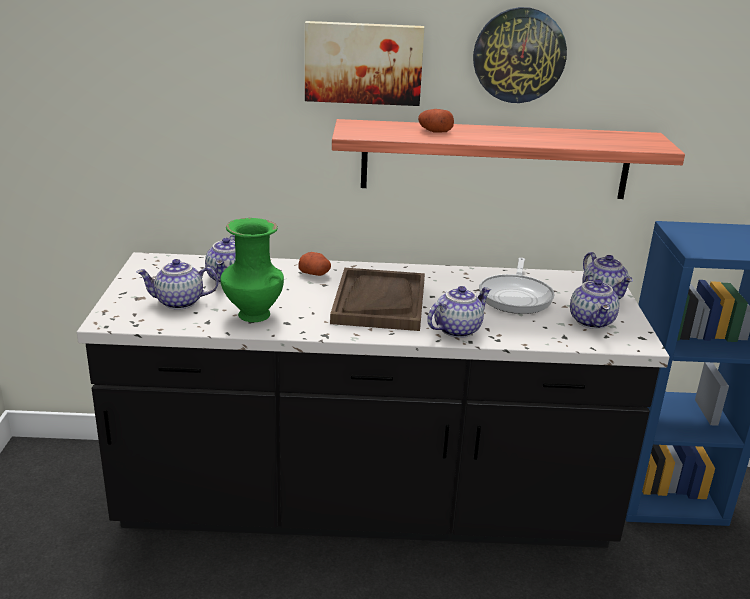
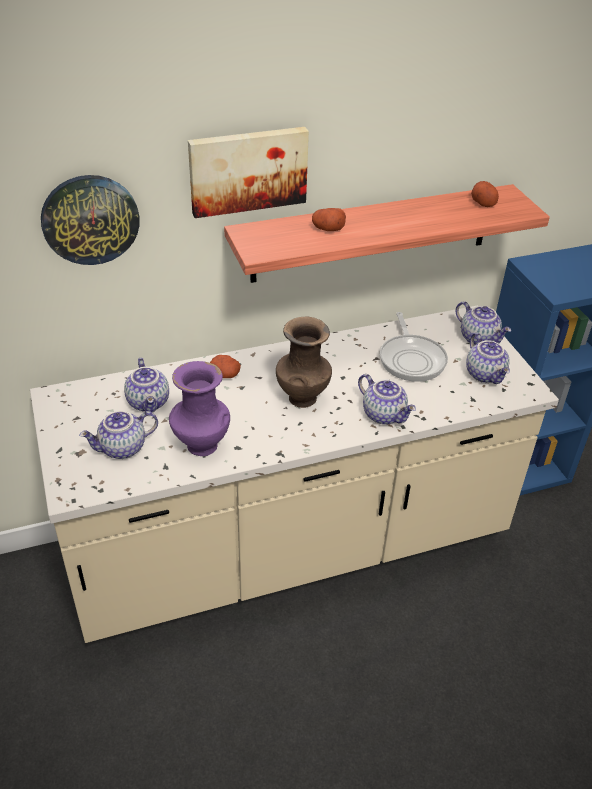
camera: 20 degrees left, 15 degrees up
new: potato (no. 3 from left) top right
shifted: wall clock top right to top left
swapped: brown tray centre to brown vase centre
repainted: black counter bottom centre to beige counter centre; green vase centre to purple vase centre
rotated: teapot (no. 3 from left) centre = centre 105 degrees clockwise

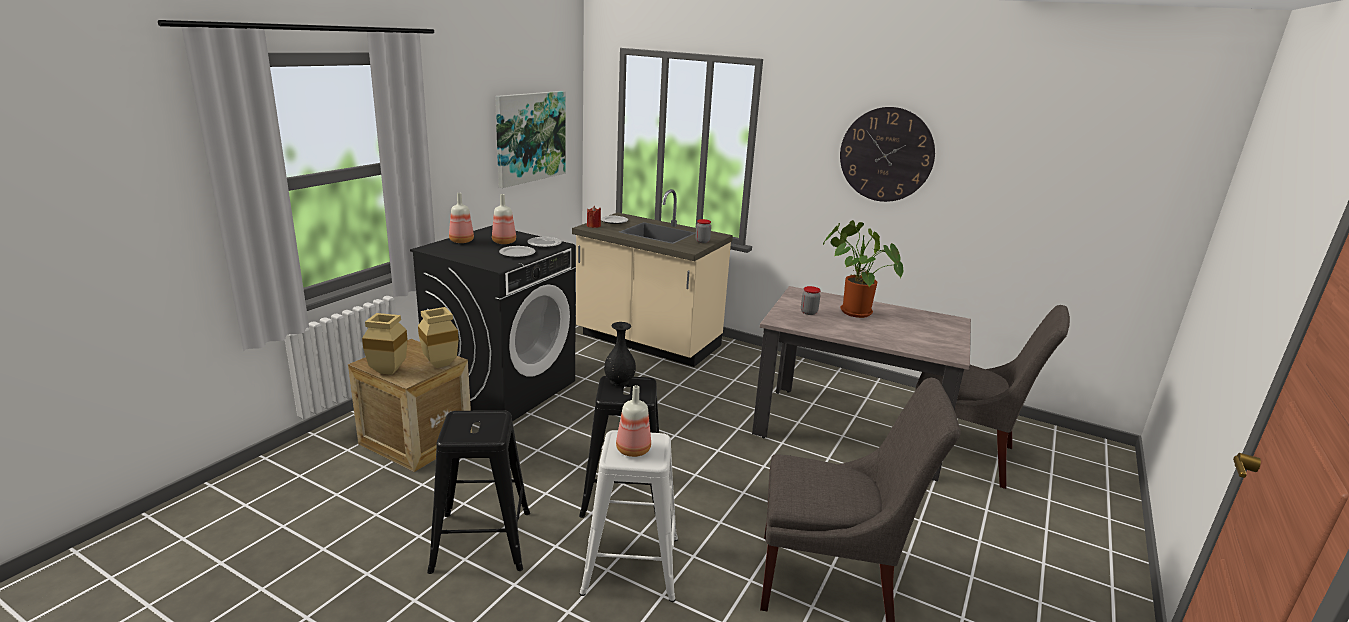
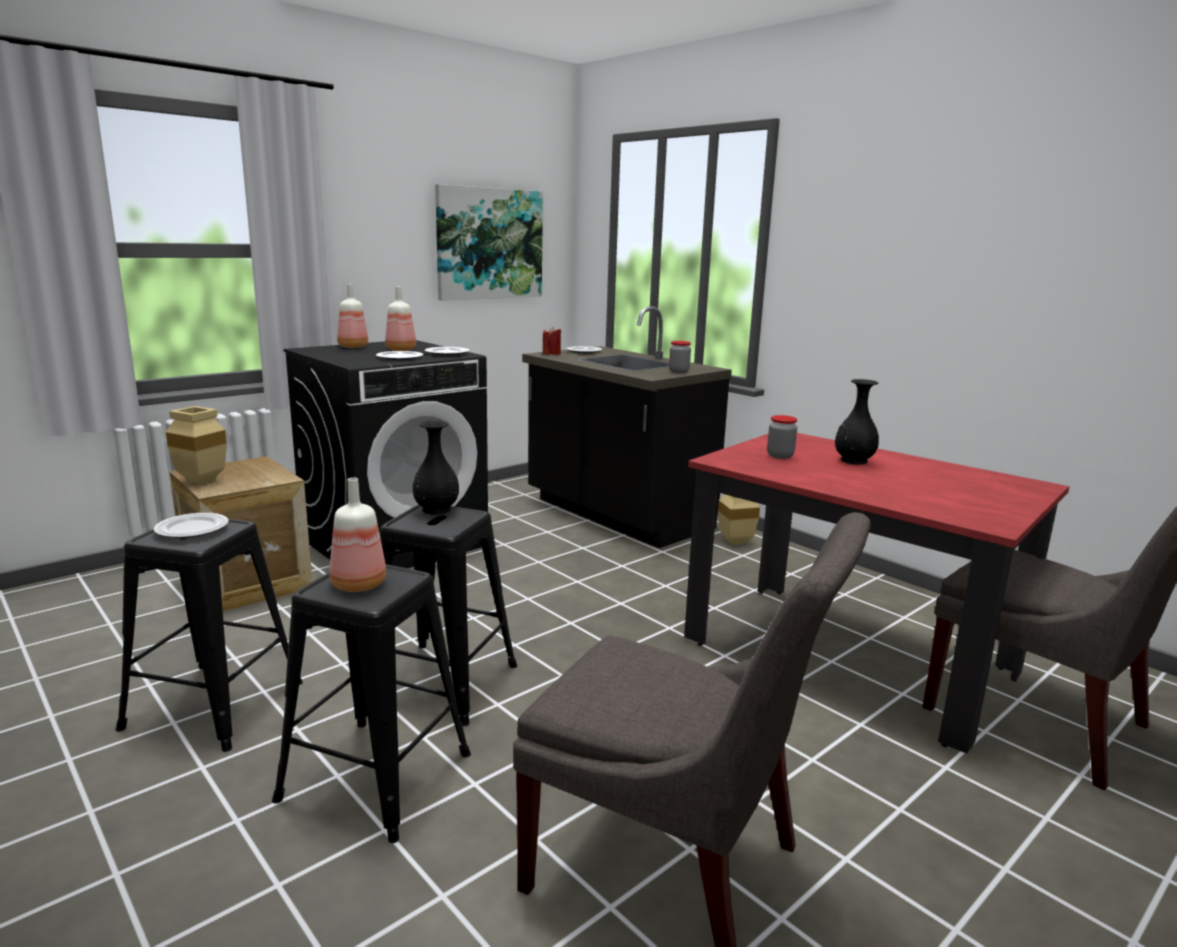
camera: 20 degrees right, 5 degrees down
gone: wall clock top centre
new: plate (no. 1 from left) middle left
shifted: beige vase (no. 2 from left) middle left to centre
swapped: potted plant centre to black vase (no. 2 from left) middle right
repainted: beige counter centre to black counter centre; white stool bottom centre to black stool (no. 2 from left) bottom left; beige dining table centre to red dining table middle right

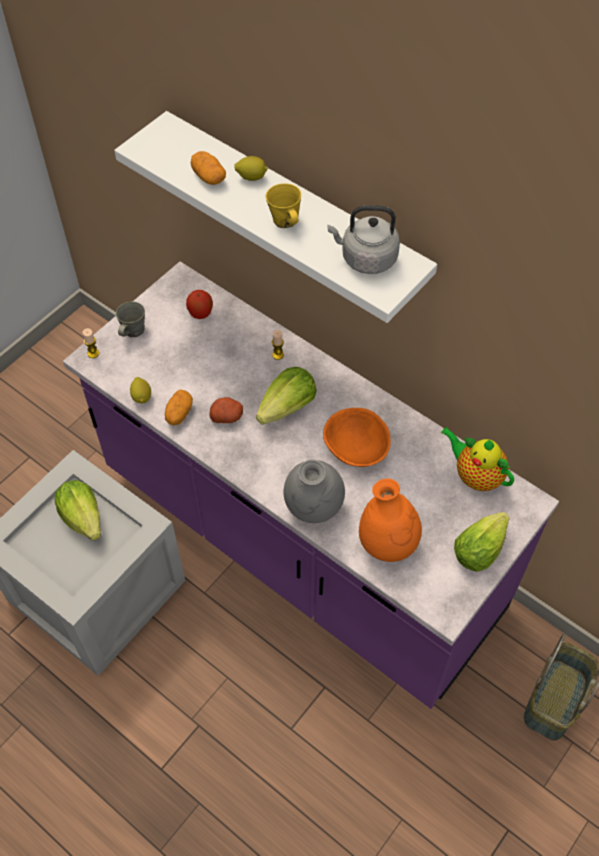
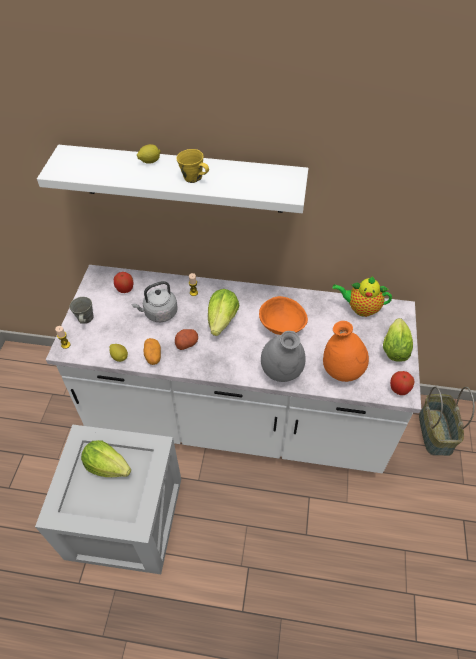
camera: 30 degrees left, 5 degrees down
gone: potato (no. 2 from left) top centre
new: apple (no. 2 from left) middle right
shifted: grey kettle top centre to middle left
repainted: purple counter centre to white counter centre

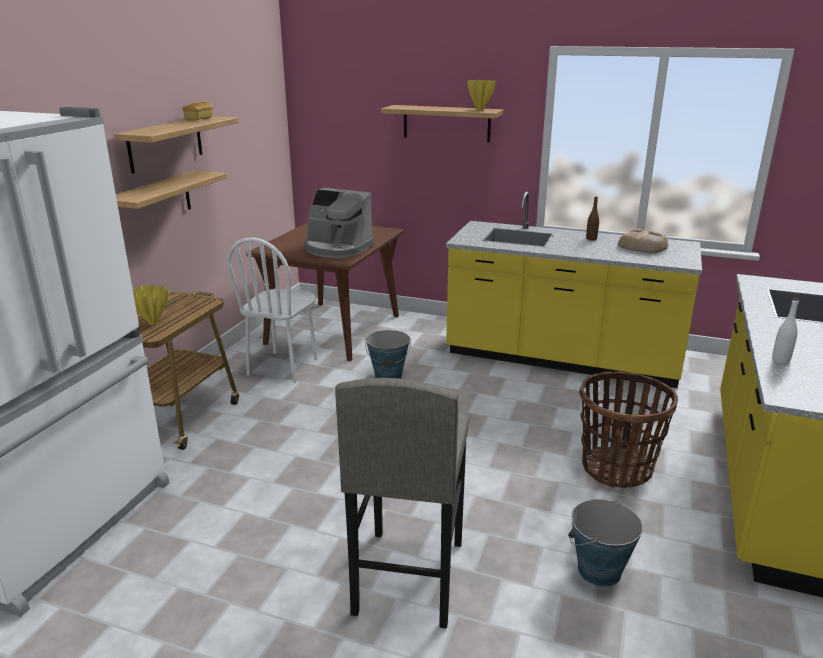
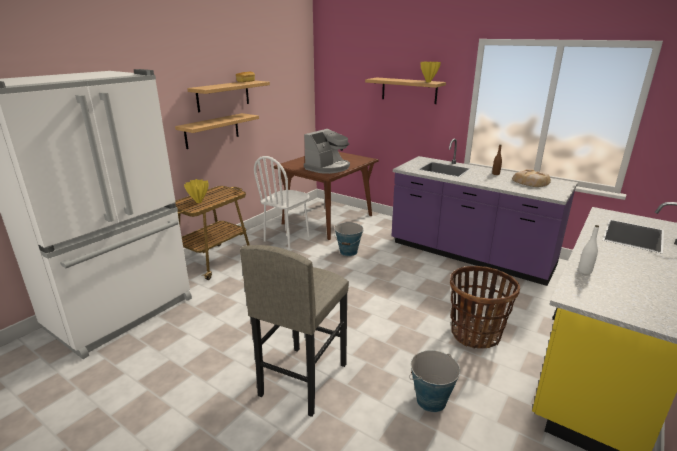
camera: 15 degrees right, 0 degrees up
repainted: yellow counter (no. 1 from left) middle right to purple counter middle right
rotated: coffee machine centre = centre 90 degrees counterclockwise

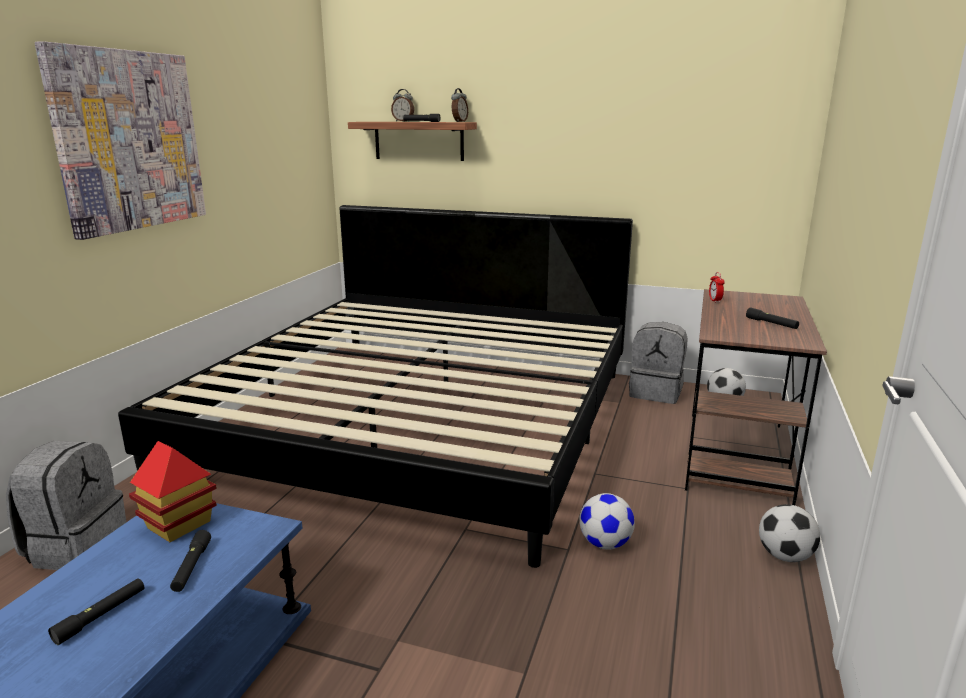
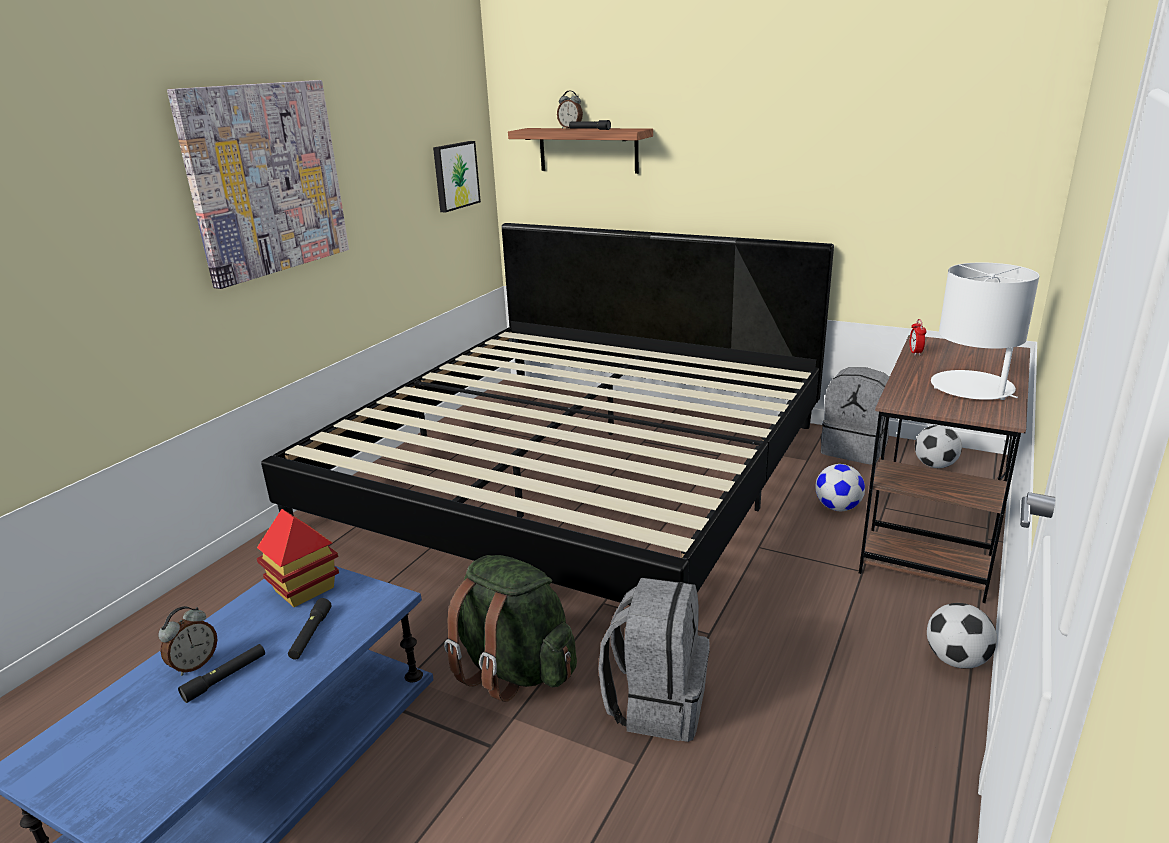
camera: 10 degrees right, 5 degrees up
new: picture (no. 2 from left) top centre; green backpack bottom centre
shifted: grey backpack (no. 1 from left) bottom left to bottom centre; alarm clock (no. 2 from left in the first image) top centre to alarm clock (no. 1 from left) bottom left; football (no. 1 from left) bottom centre to middle right
swapped: black flashlight (no. 4 from left) middle right to white table lamp middle right

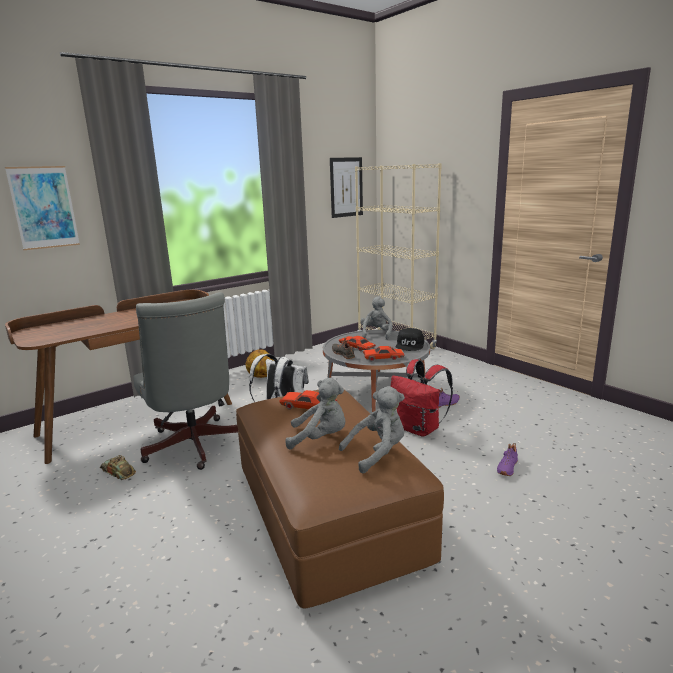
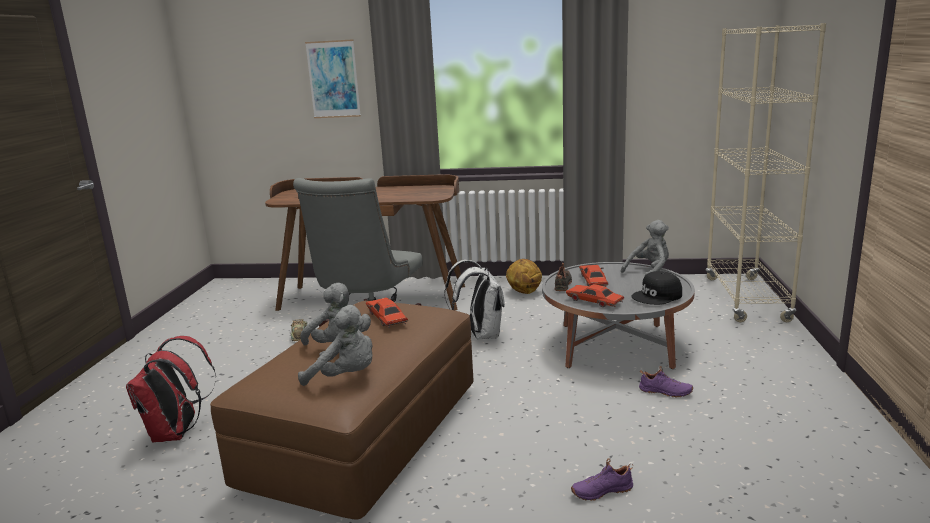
camera: 45 degrees right, 0 degrees up
gone: picture (no. 2 from left) top centre
shifted: red backpack centre to bottom left

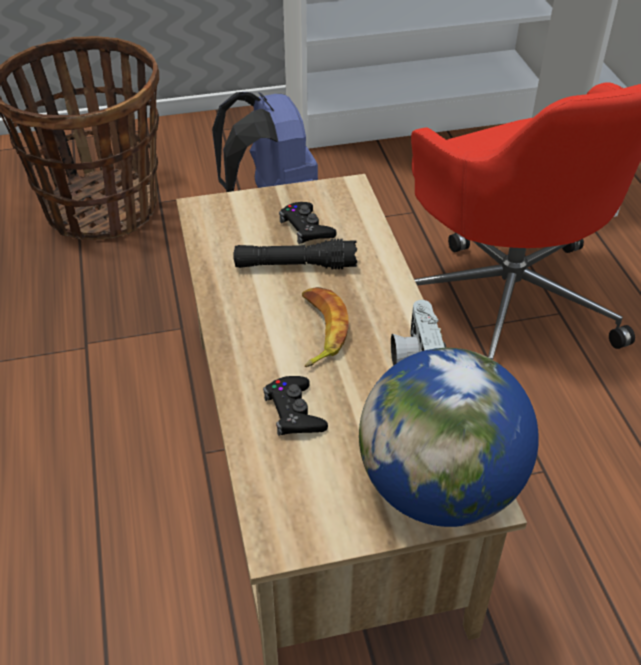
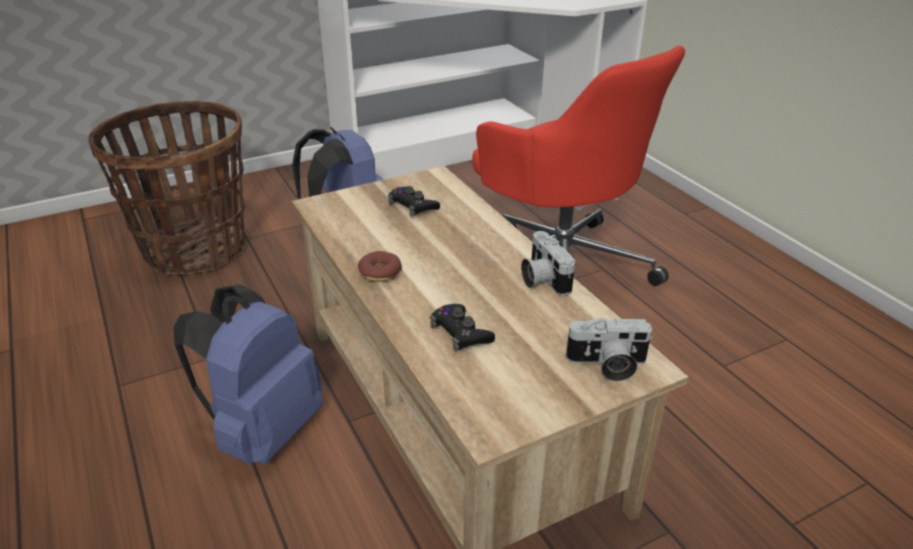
camera: 15 degrees left, 10 degrees down
gone: black flashlight centre; banana centre
new: blue backpack (no. 1 from left) bottom left; donut centre
swapped: globe middle right to photo camera (no. 2 from left) middle right

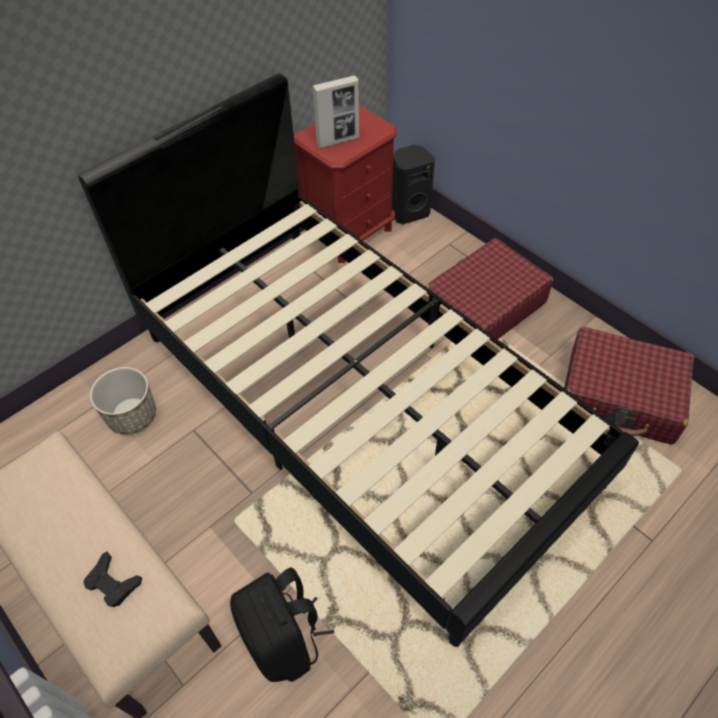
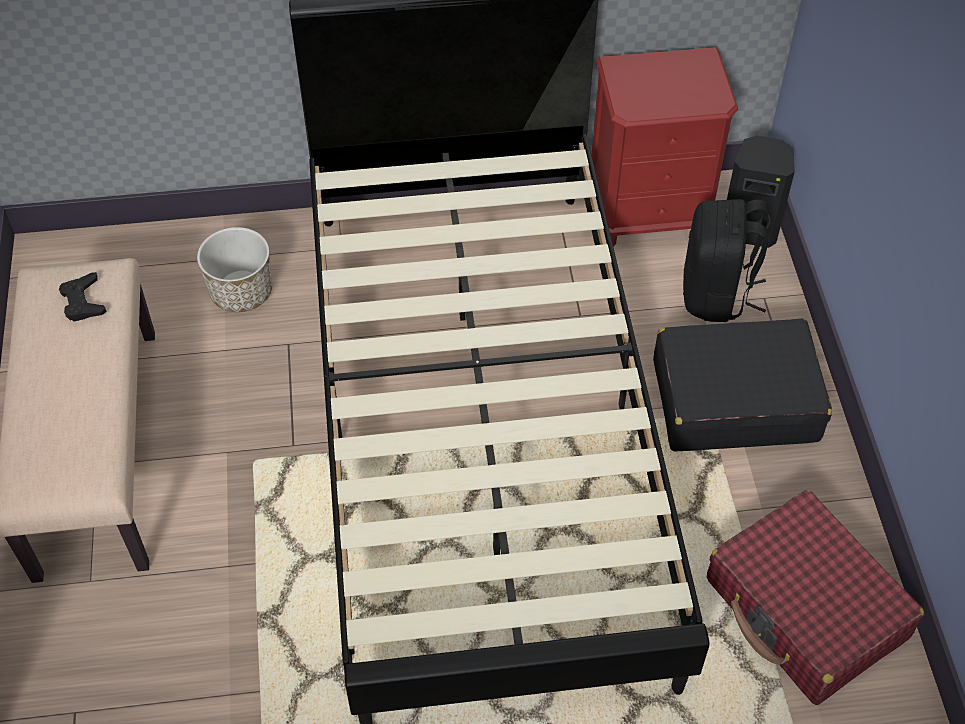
camera: 35 degrees right, 0 degrees up
gone: picture frame top centre
shifted: black game controller bottom left to middle left; black backpack bottom centre to middle right
repainted: red suitcase (no. 1 from left) middle right to black suitcase middle right

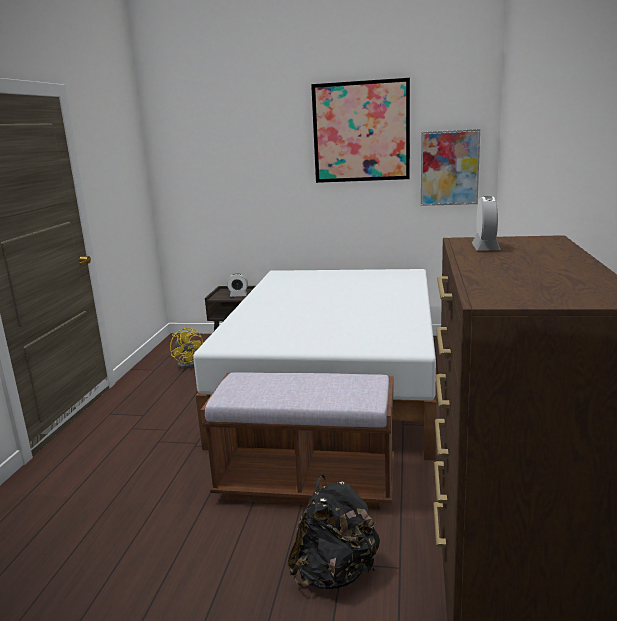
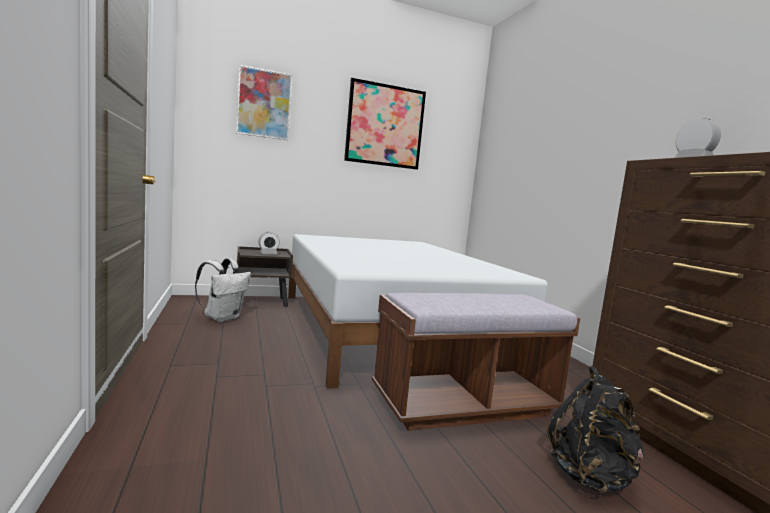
camera: 30 degrees left, 10 degrees down
shifted: picture (no. 2 from left in the first image) top right to picture (no. 1 from left) top centre
swapped: yellow fan middle left to white backpack middle left

